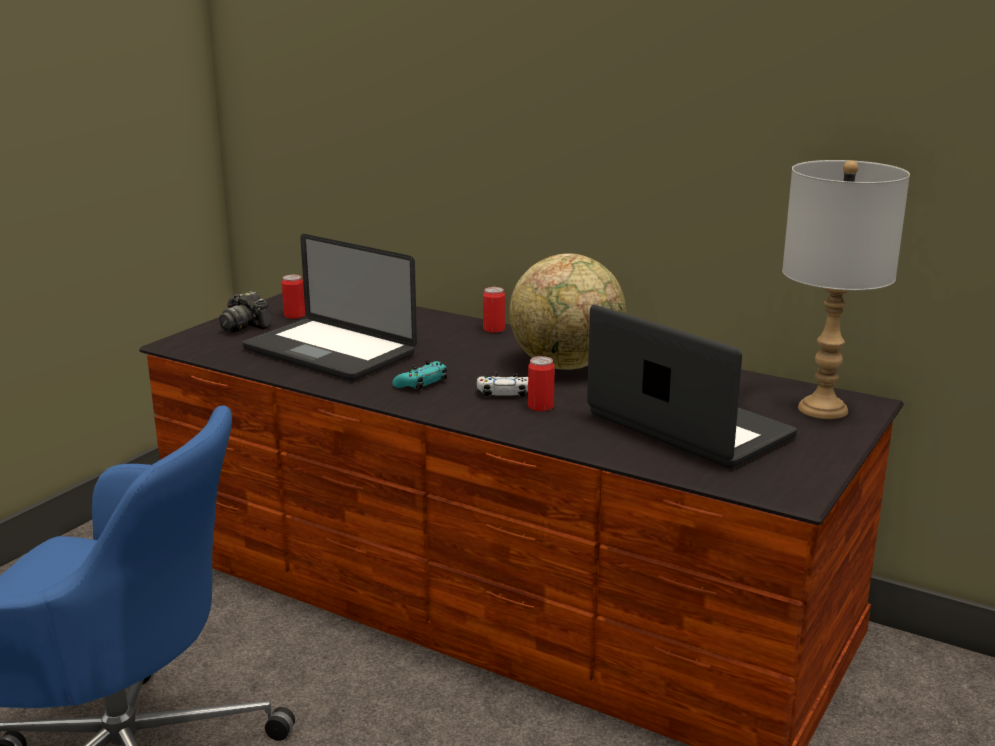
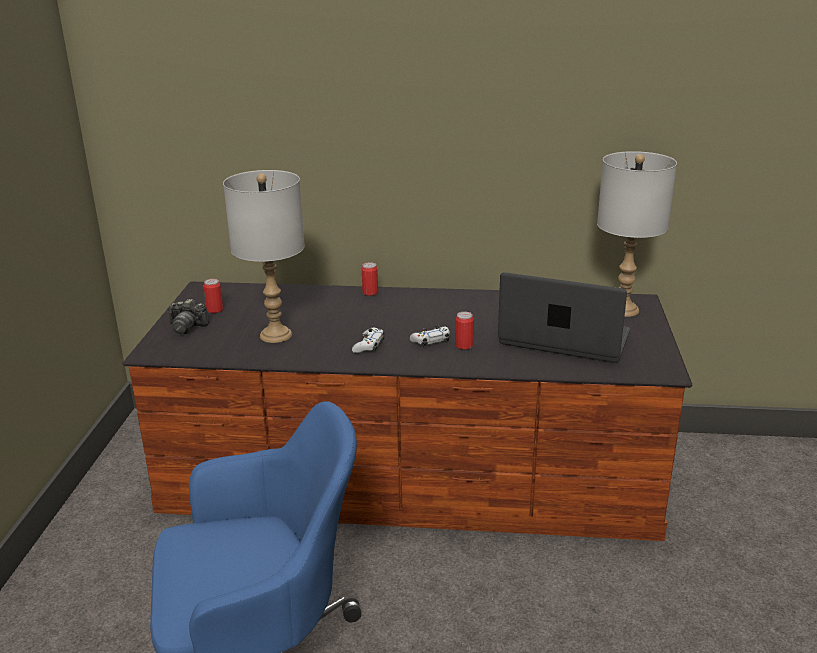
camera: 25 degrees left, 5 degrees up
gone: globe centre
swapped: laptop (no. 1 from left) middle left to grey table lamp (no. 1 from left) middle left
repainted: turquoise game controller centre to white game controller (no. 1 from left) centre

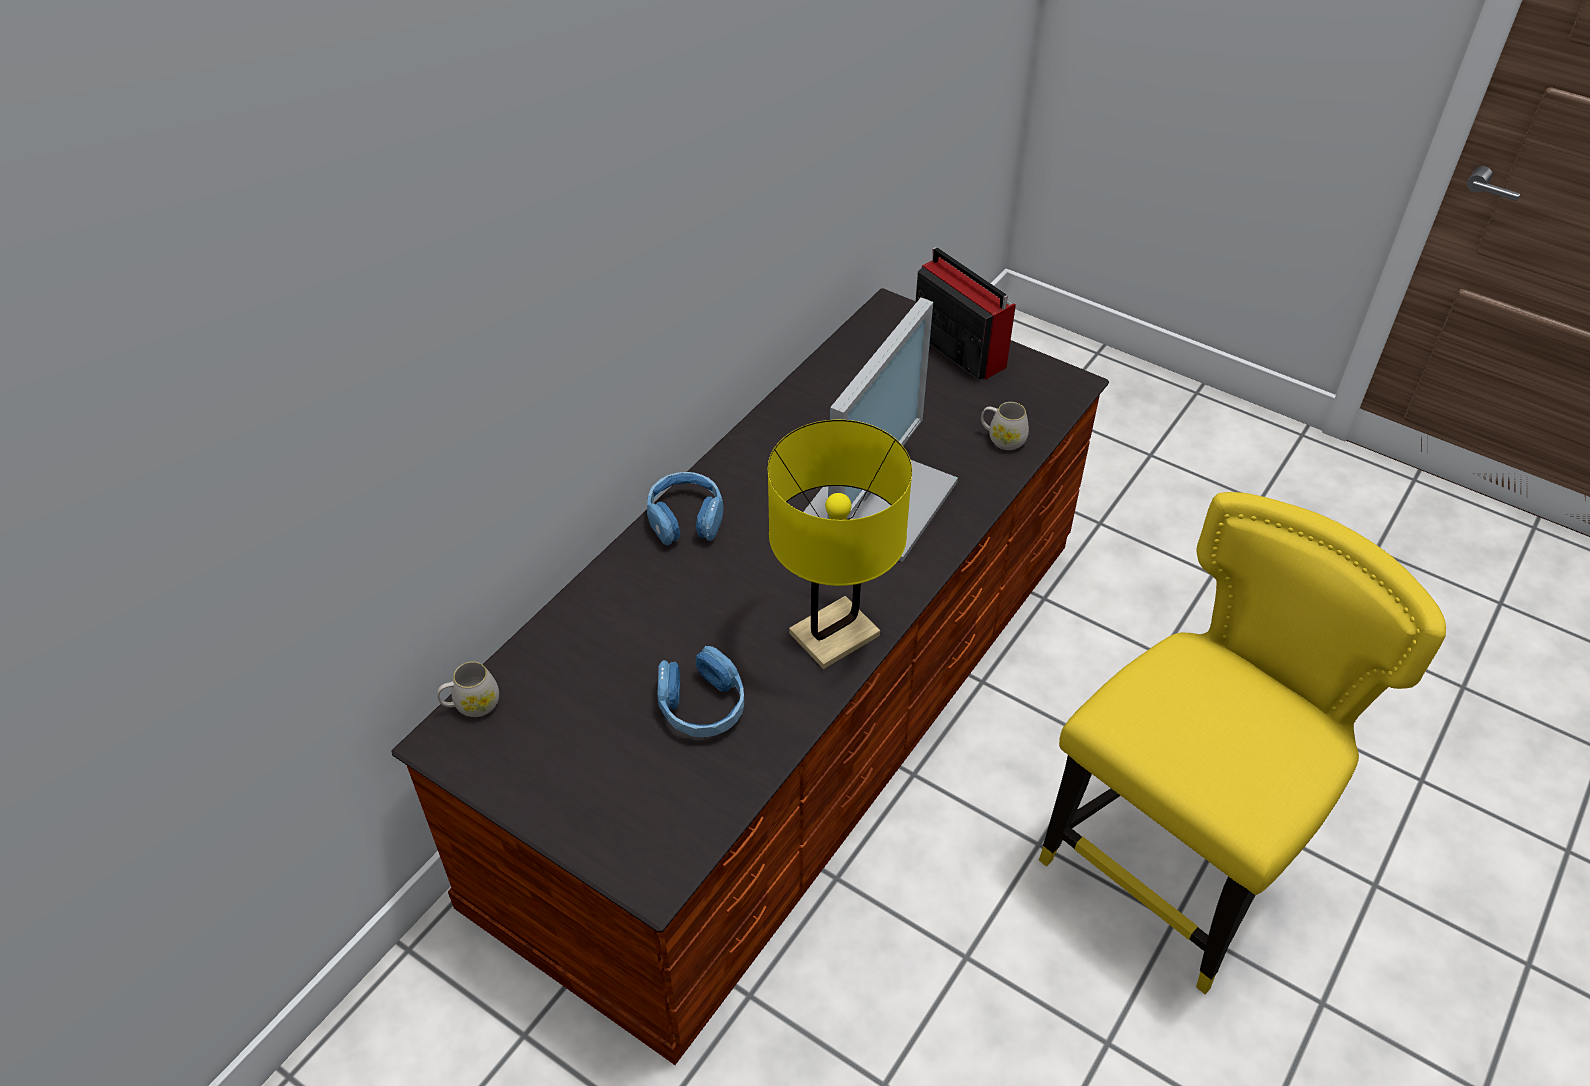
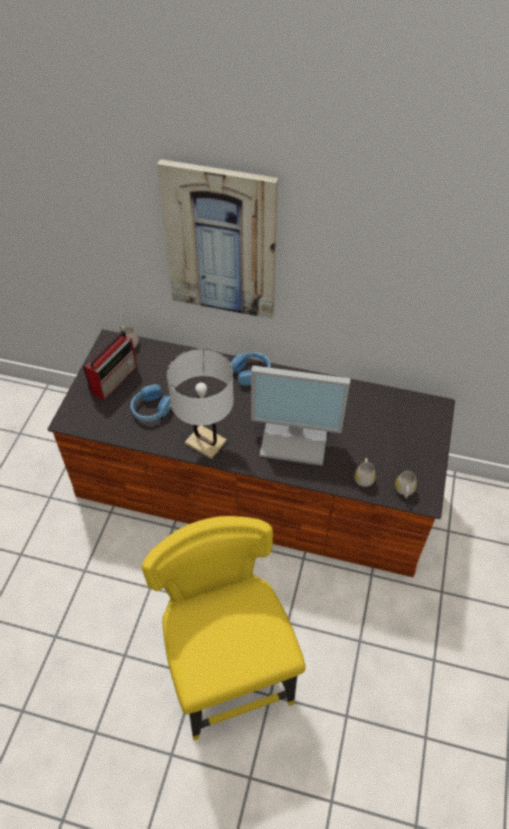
camera: 70 degrees right, 5 degrees up
new: picture top centre; white mug (no. 3 from left) middle right
shifted: radio top centre to middle left
repainted: yellow table lamp centre to white table lamp centre
rotated: yellow chair bottom right = bottom centre 135 degrees counterclockwise

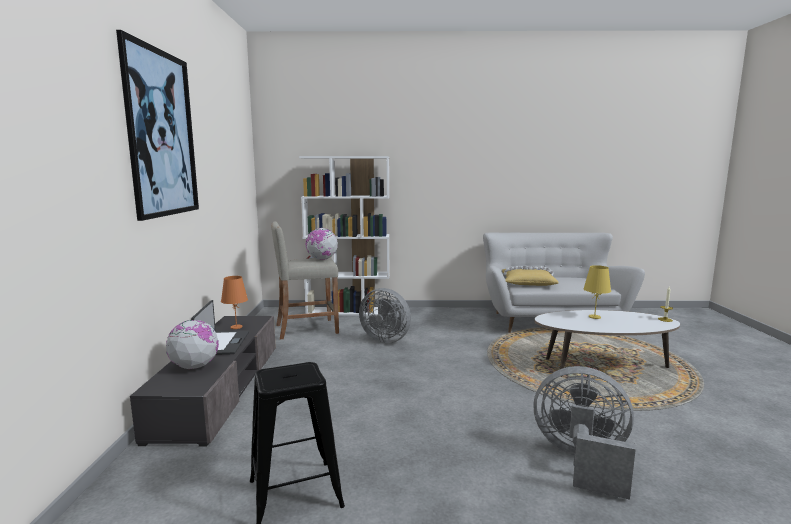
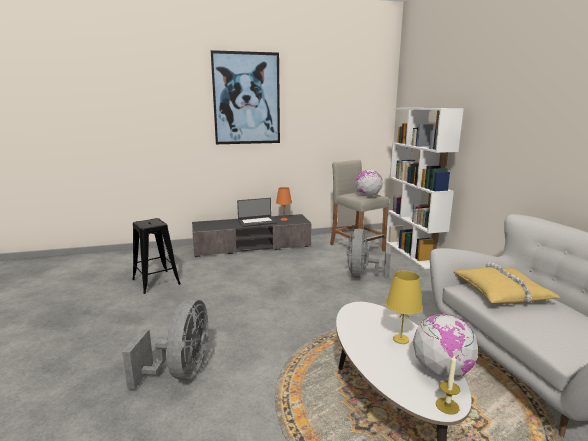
camera: 75 degrees right, 5 degrees up
shifted: globe (no. 1 from left in the first image) middle left to globe (no. 2 from left) bottom right

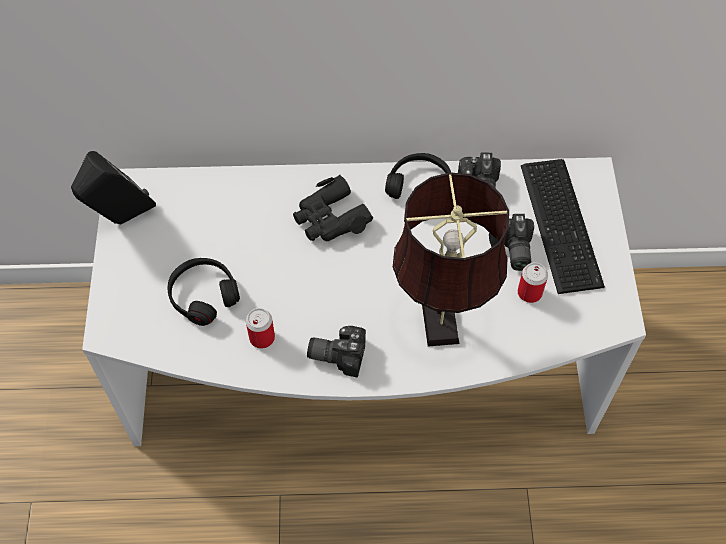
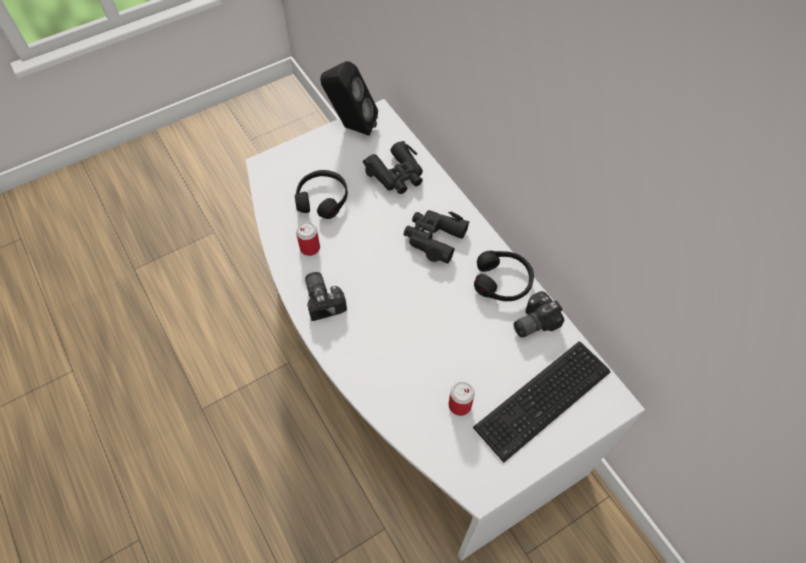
camera: 60 degrees right, 0 degrees up
gone: brown table lamp centre; photo camera (no. 3 from left) middle right
new: black binoculars (no. 1 from left) top centre

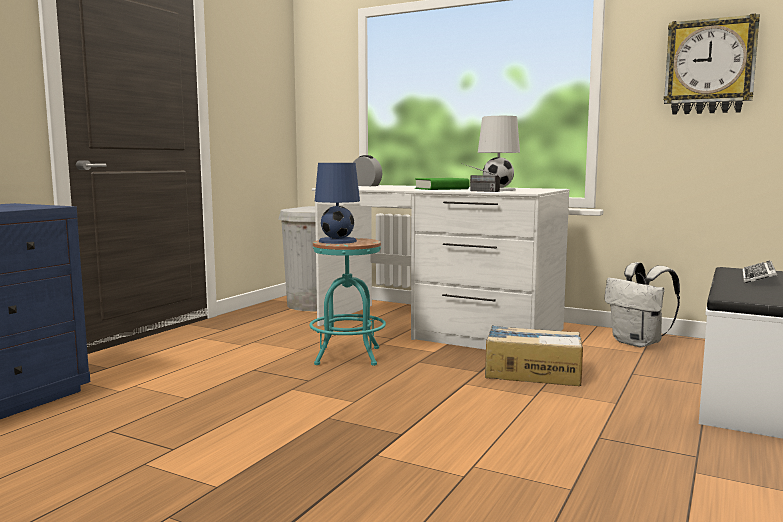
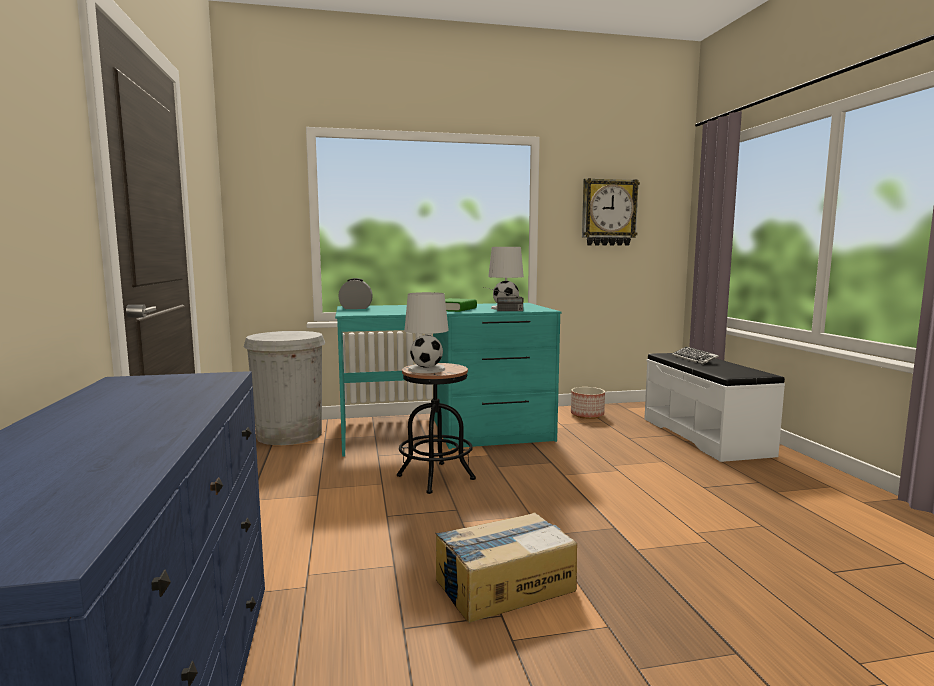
camera: 40 degrees left, 0 degrees up
shifted: cardboard box bottom right to bottom centre
swapped: white backpack middle right to planter centre
repainted: turquoise stool centre to black stool centre; white desk centre to turquoise desk centre; blue table lamp centre to white table lamp (no. 1 from left) centre

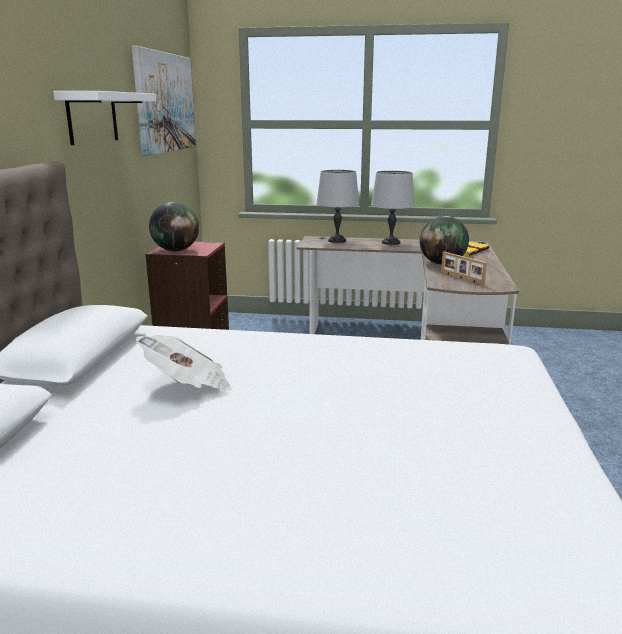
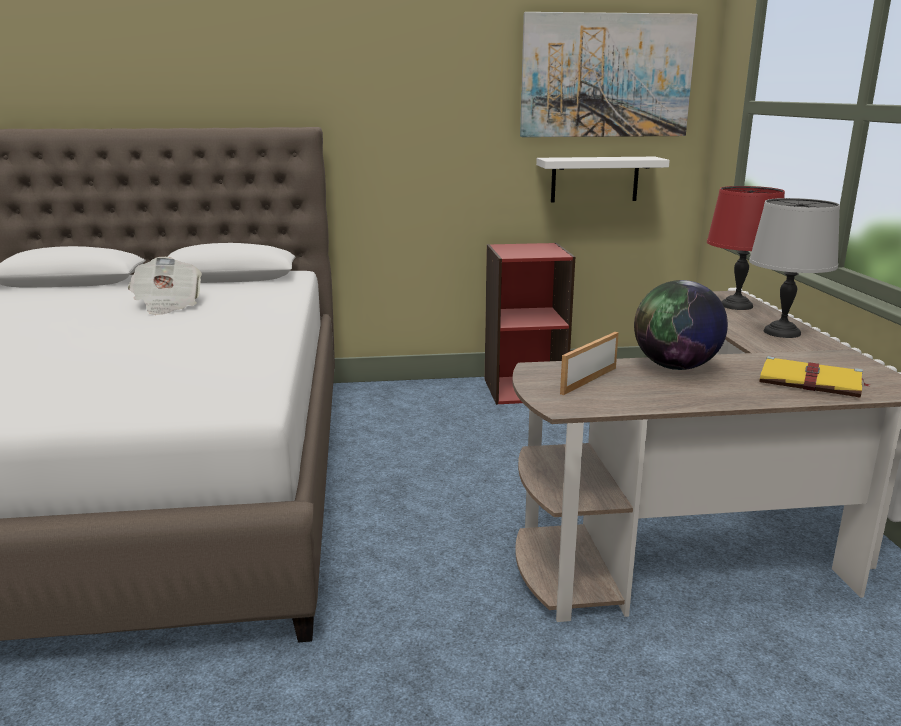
camera: 75 degrees right, 0 degrees up
gone: globe (no. 1 from left) middle left
shifted: white shelf top left to top right
repainted: grey table lamp (no. 1 from left) top centre to red table lamp middle right

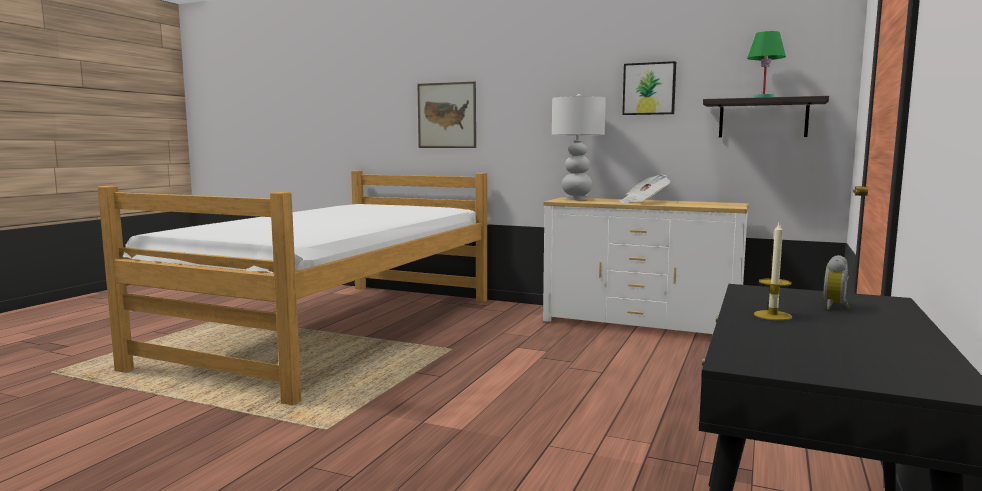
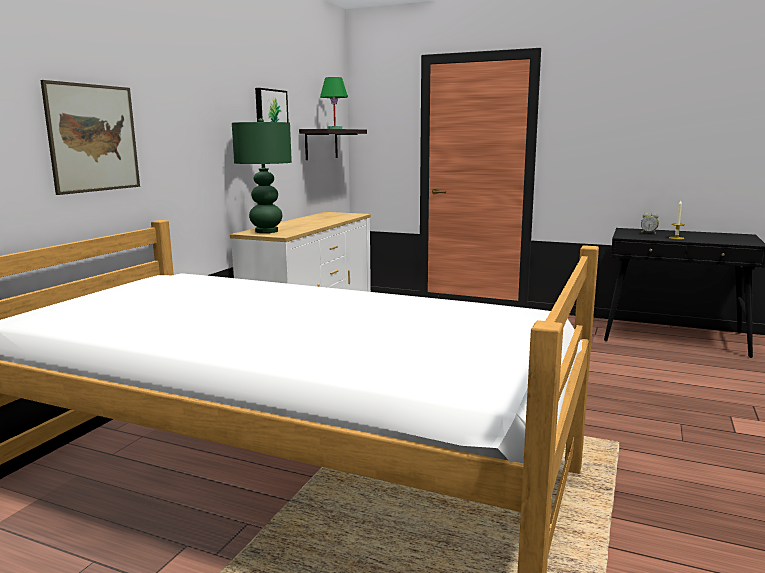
camera: 90 degrees left, 5 degrees up
gone: newspaper centre
repainted: white table lamp top centre to green table lamp (no. 1 from left) top centre

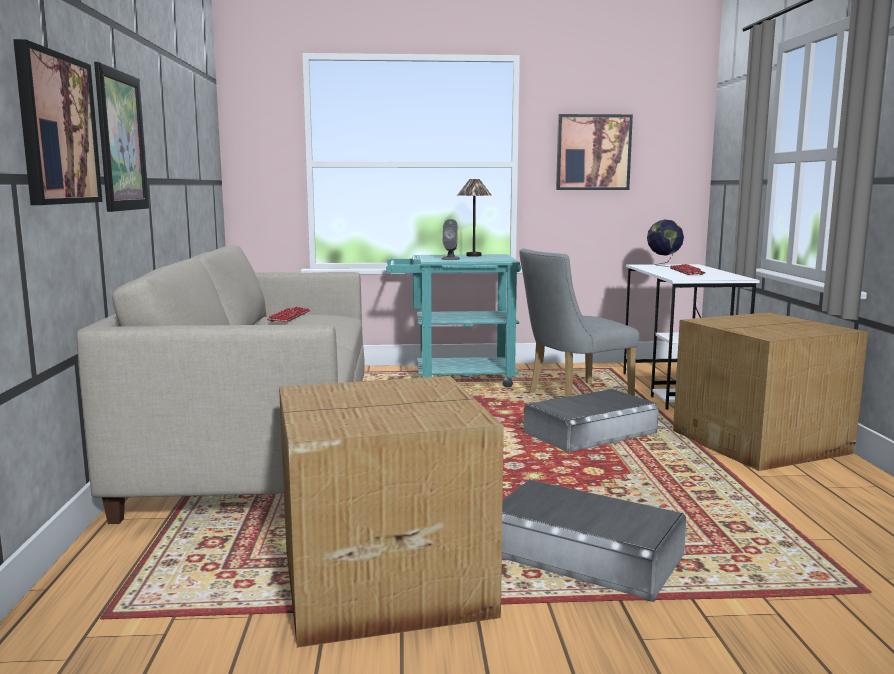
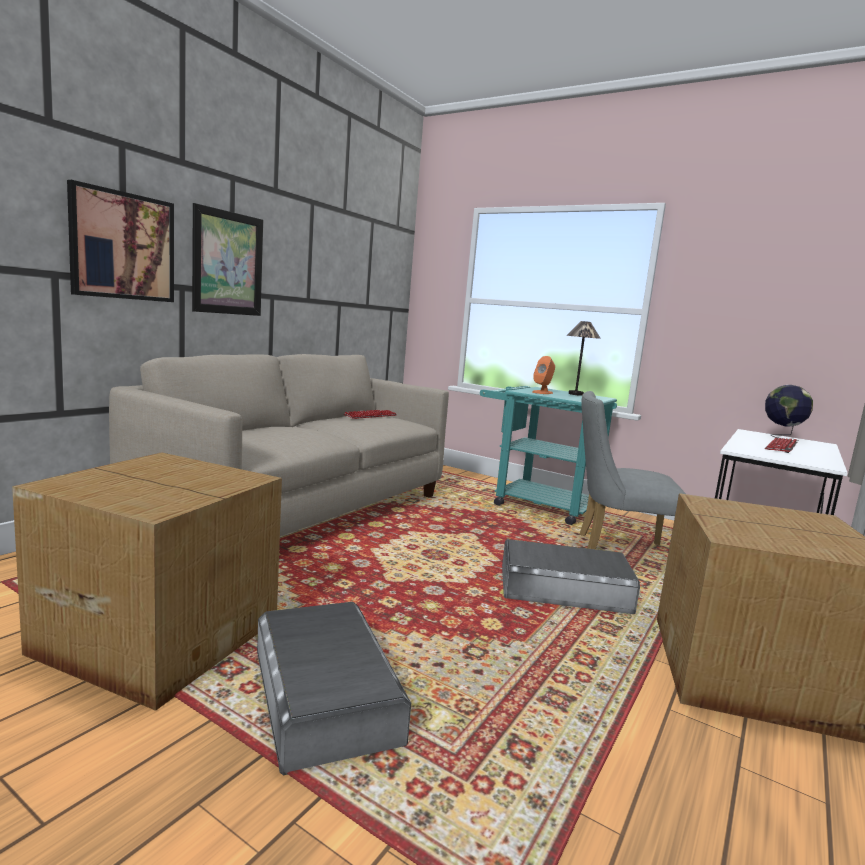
camera: 35 degrees right, 0 degrees up
gone: picture (no. 3 from left) top centre
repainted: grey speaker centre to orange speaker centre

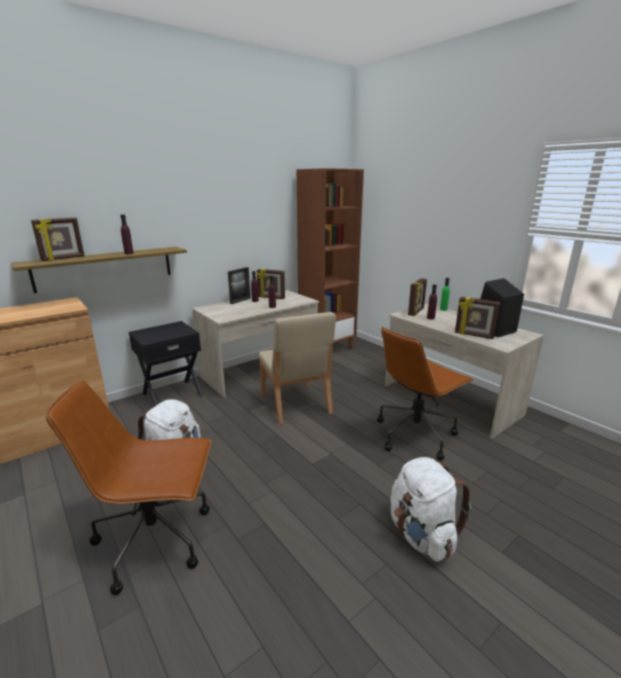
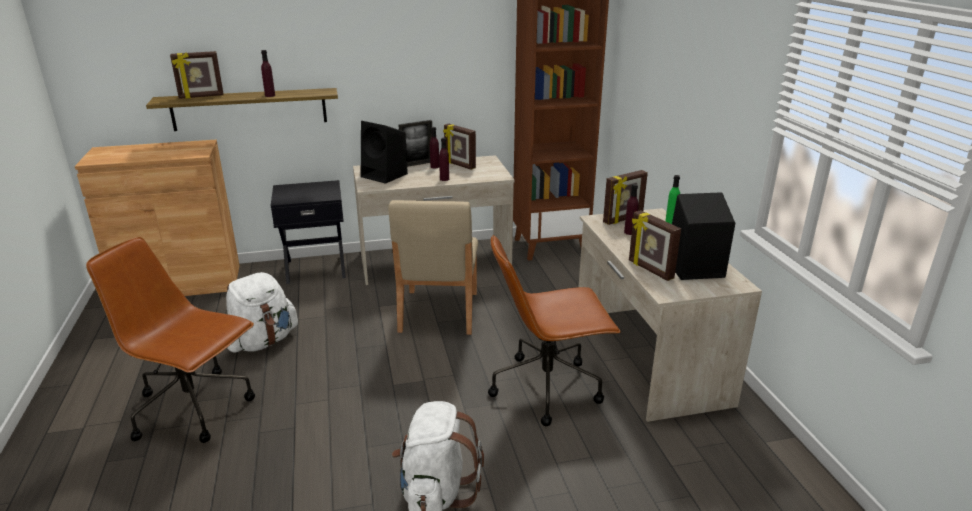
camera: 25 degrees right, 5 degrees up
new: black speaker (no. 1 from left) top centre

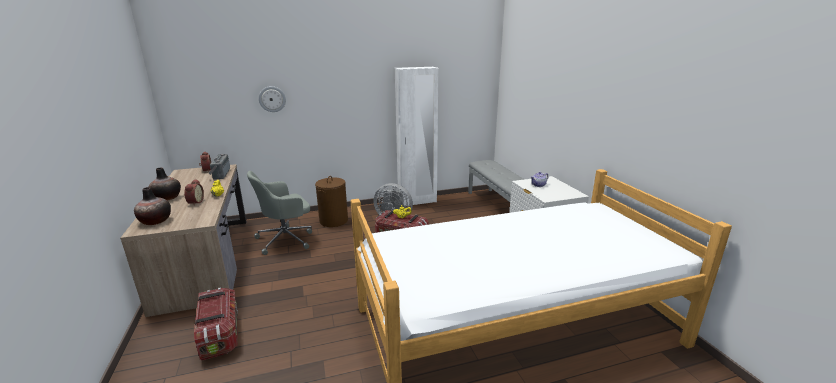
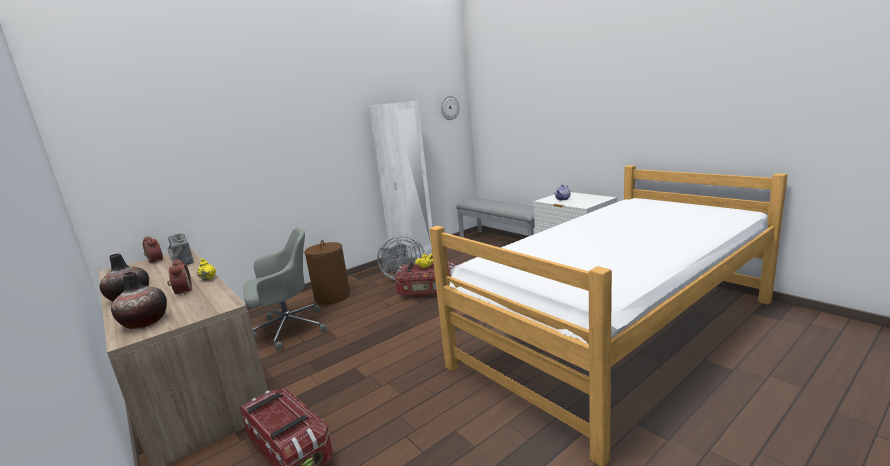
camera: 20 degrees left, 5 degrees down
shifted: wall clock top left to top centre
rotated: grey office chair centre = middle left 150 degrees counterclockwise

